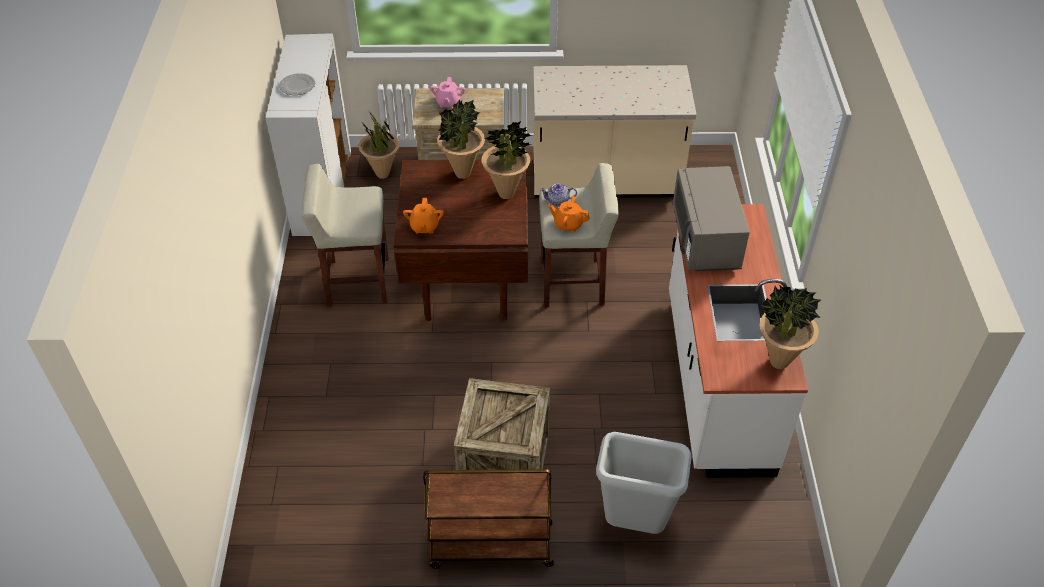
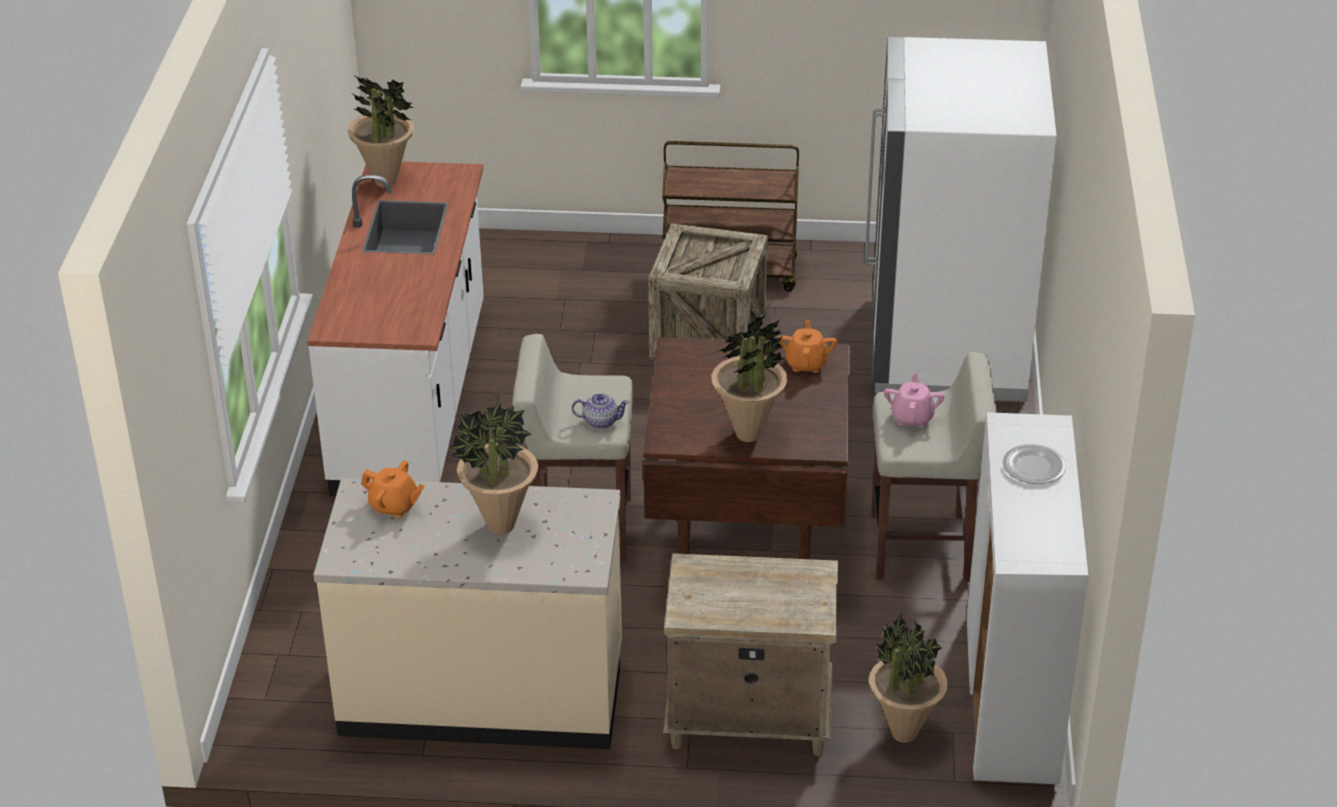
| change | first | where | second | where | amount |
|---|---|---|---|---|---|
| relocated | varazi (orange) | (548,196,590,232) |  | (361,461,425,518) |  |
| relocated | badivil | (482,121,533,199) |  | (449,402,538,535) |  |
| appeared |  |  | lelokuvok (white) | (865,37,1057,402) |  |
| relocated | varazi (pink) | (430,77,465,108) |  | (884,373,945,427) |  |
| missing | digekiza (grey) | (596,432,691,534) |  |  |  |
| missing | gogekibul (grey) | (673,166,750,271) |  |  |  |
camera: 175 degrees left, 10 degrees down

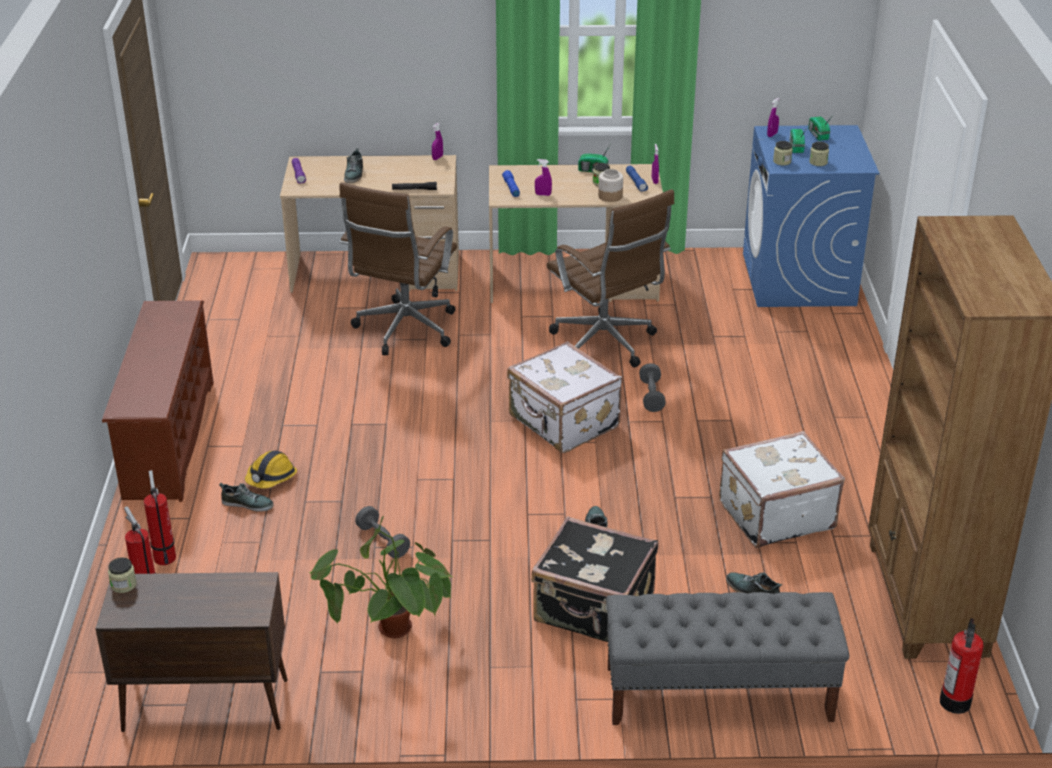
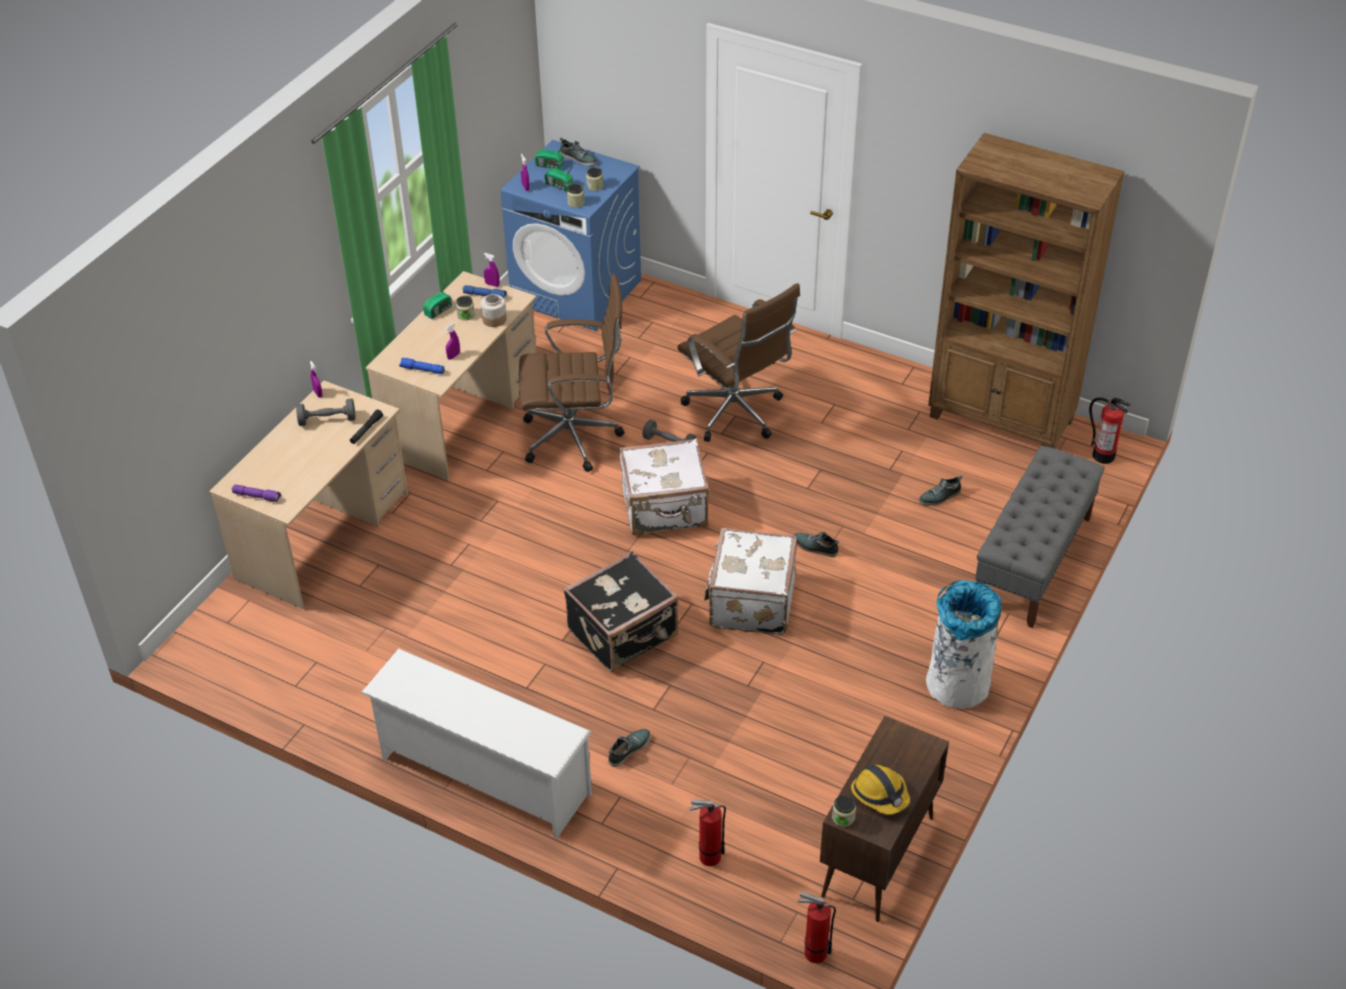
| change | first | where | second | where | amount |
|---|---|---|---|---|---|
| relocated | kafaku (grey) | (355,506,410,559) |  | (296,399,356,426) |  |
| colour | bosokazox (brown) | (102,300,214,502) | bosokazox (white) | (361,649,592,839) |  |
| relocated | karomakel | (344,148,363,183) |  | (560,138,597,166) |  |
| relocated | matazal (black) | (531,516,658,642) |  | (564,551,678,672) |  |
| relocated | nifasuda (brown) | (340,182,457,355) |  | (677,283,800,442) |  |
| relocated | matazal (white) | (719,431,845,548) |  | (704,528,797,635) |  |
| relocated | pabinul | (144,470,176,565) |  | (797,892,836,963) |  |
| relocated | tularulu | (245,450,297,489) |  | (851,765,910,815) |  |
| appeared |  |  | digekiza (white) | (926,580,1001,708) |  |
| missing | badivil | (309,516,454,638) |  |  |  |
camera: 60 degrees left, 10 degrees up

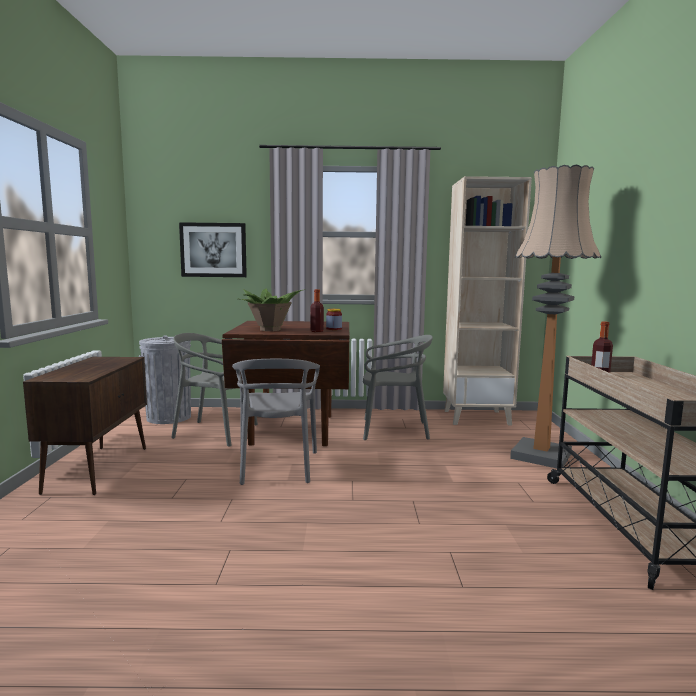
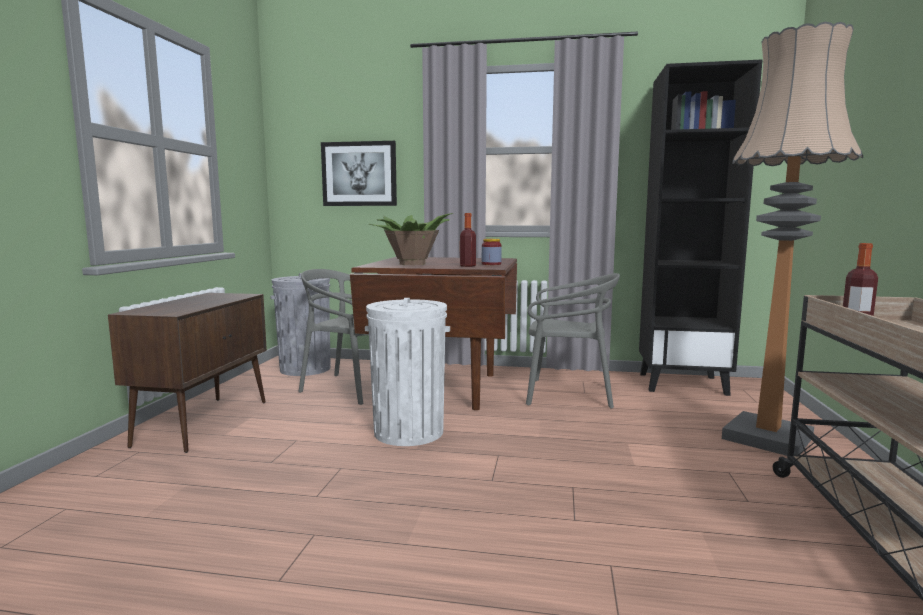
| change | first | where | second | where | amount |
|---|---|---|---|---|---|
| exchanged | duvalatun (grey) | (232,359,320,485) | digekiza (white) | (365,298,450,446) |  |
| colour | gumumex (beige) | (443,176,532,425) | gumumex (black) | (639,60,762,396) |  |
camera: 10 degrees right, 0 degrees up

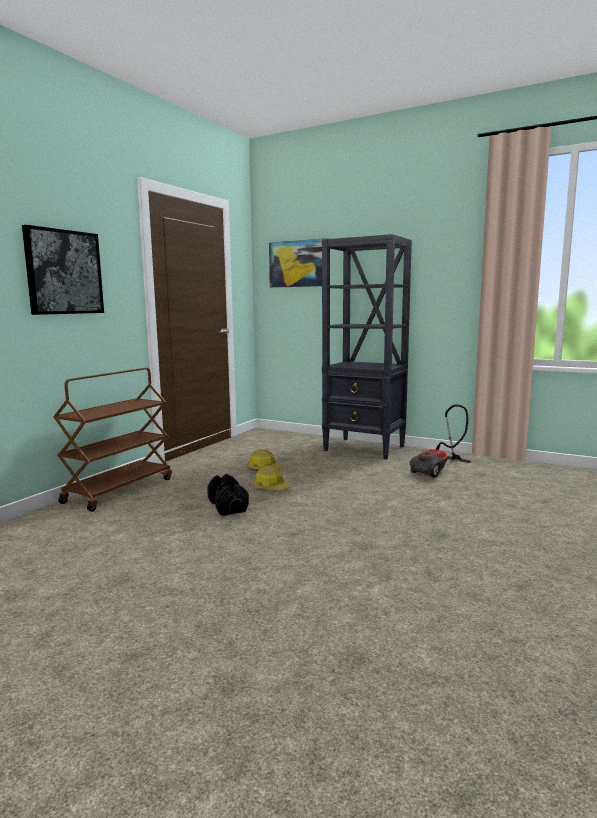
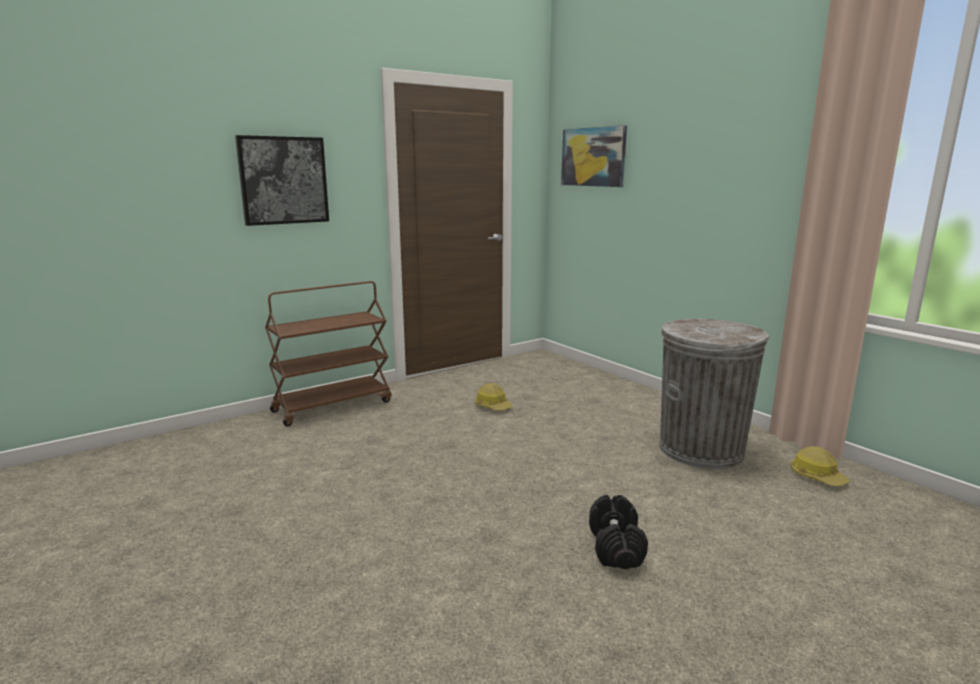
| change | first | where | second | where | amount |
|---|---|---|---|---|---|
| relocated | kafaku (black) | (207,474,249,516) |  | (589,495,648,569) |  |
| exchanged | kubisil | (410,404,471,478) | digekiza (grey) | (659,319,770,469) |  |
| relocated | tularulu | (253,466,292,490) |  | (791,446,850,486) |  |
| missing | gumumex (black) | (322,234,412,459) |  |  |  |
camera: 25 degrees right, 5 degrees up

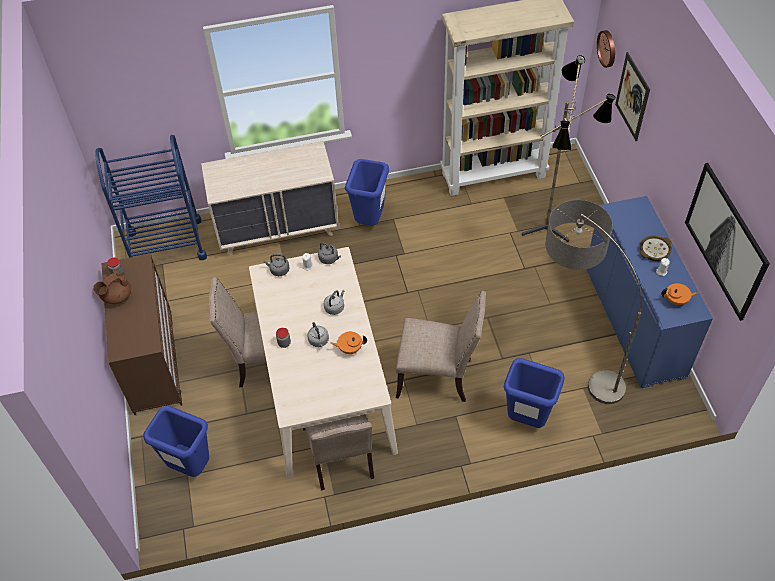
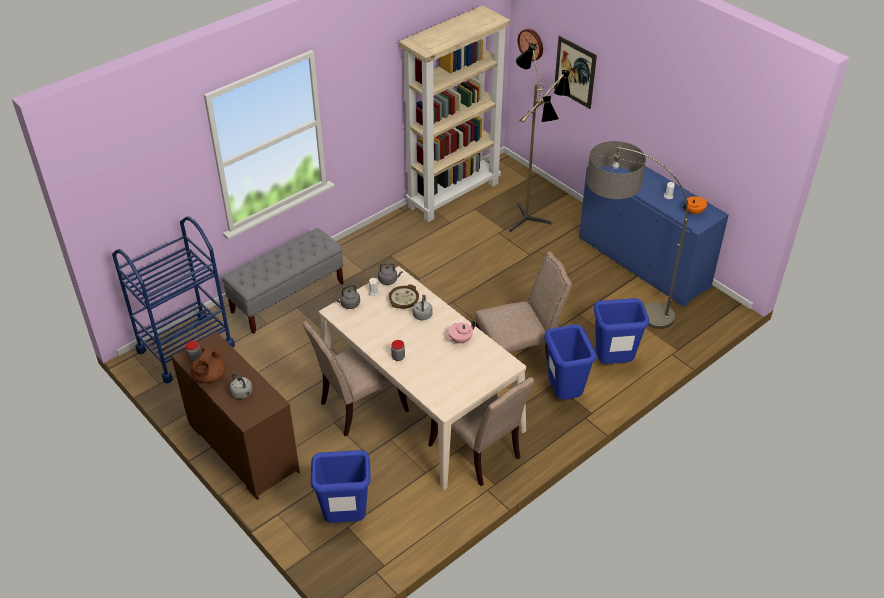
| change | first | where | second | where | amount |
|---|---|---|---|---|---|
| exchanged | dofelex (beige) | (201,141,339,256) | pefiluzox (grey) | (222,228,344,334) |  |
| relocated | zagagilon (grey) | (307,322,329,347) |  | (230,373,252,399) |  |
| relocated | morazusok | (640,235,672,261) |  | (389,284,419,309) |  |
| colour | varazi (orange) | (330,332,367,354) | varazi (pink) | (445,320,475,344) |  |
| relocated | digekiza (blue) | (345,159,389,225) |  | (544,324,597,400) |  |
| missing | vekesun | (685,163,770,321) |  |  |  |
camera: 30 degrees left, 10 degrees down

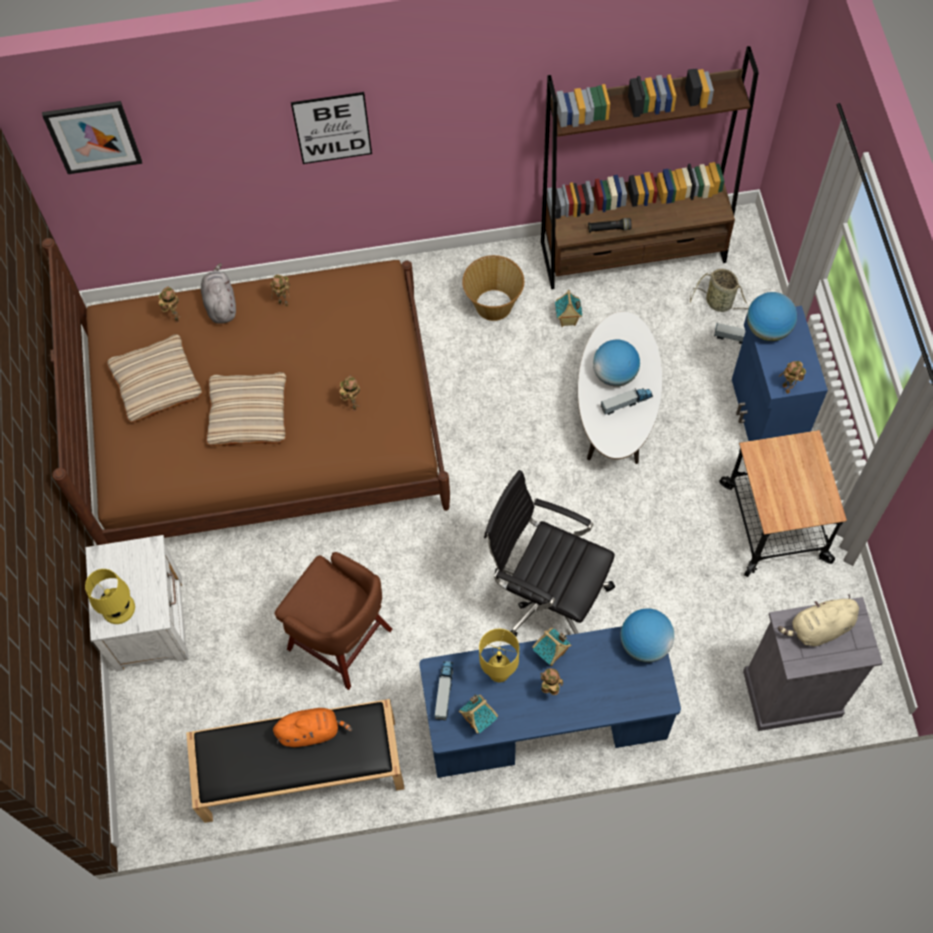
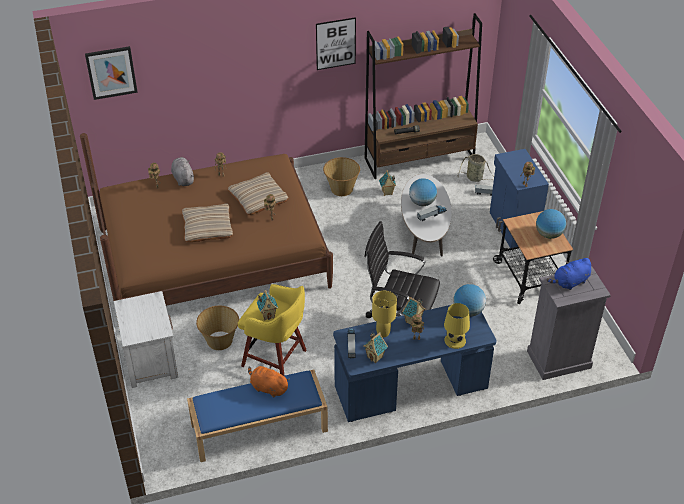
| change | first | where | second | where | amount |
|---|---|---|---|---|---|
| colour | pefiluzox (black) | (186,699,405,823) | pefiluzox (blue) | (187,370,328,462) |  |
| appeared |  |  | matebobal | (196,306,239,350) |  |
| relocated | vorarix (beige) | (107,334,202,422) |  | (228,172,288,215) |  |
| colour | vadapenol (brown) | (274,552,392,690) | vadapenol (yellow) | (238,284,306,376) |  |
| spun | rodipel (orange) | (273,708,352,747) |  | (248,366,290,397) | 135 degrees counterclockwise |
| appeared |  |  | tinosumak | (257,290,278,320) |  |
| relocated | vekesun | (291,92,372,164) |  | (316,17,356,70) |  |
| relocated | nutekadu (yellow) | (85,569,135,624) |  | (444,303,470,349) |  |
| relocated | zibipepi | (747,292,797,341) |  | (536,209,566,239) |  |
| colour | rodipel (beige) | (778,594,859,646) | rodipel (blue) | (546,258,591,290) |  |
camera: 10 degrees left, 20 degrees down

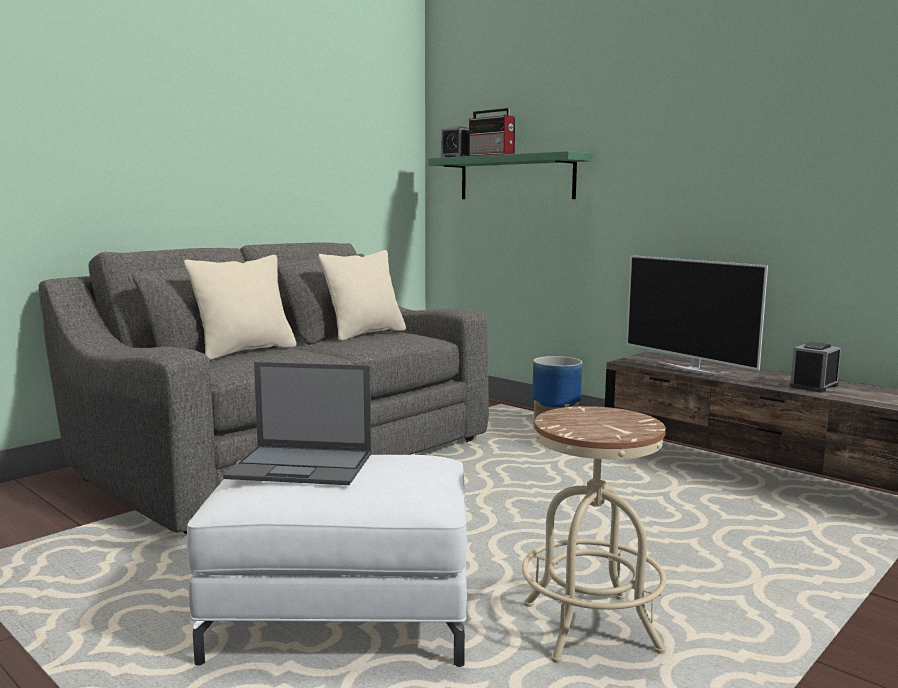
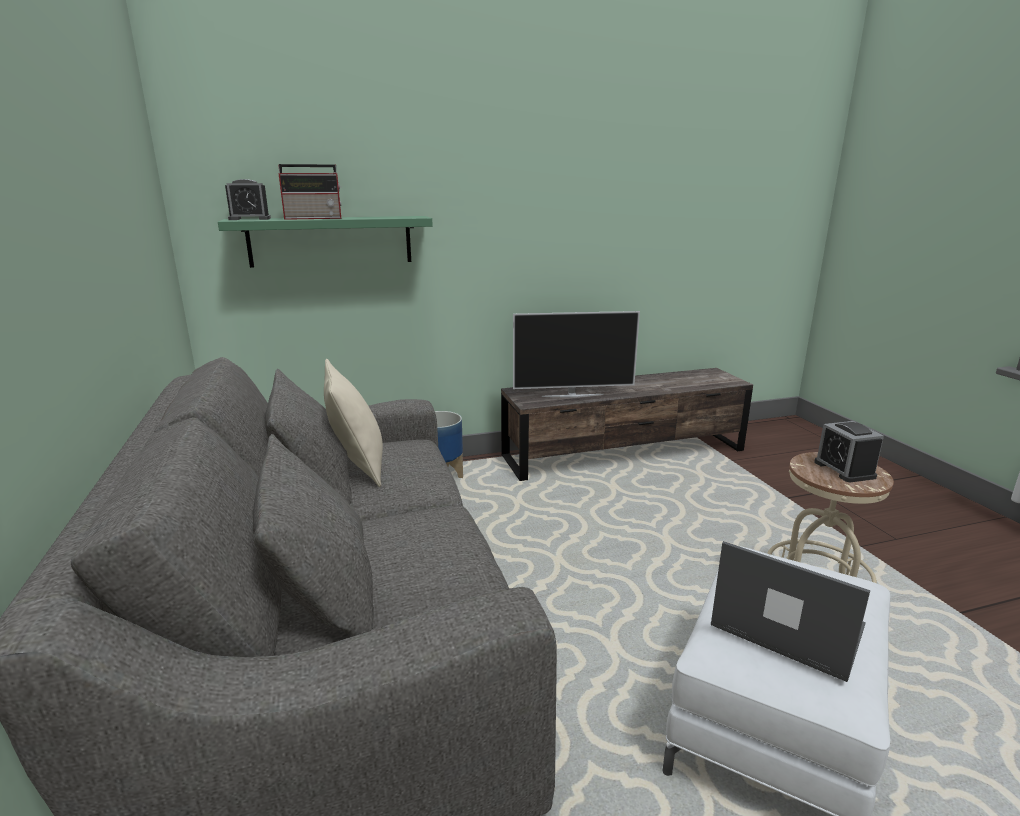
| change | first | where | second | where | amount |
|---|---|---|---|---|---|
| spun | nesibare | (223,362,372,485) |  | (711,541,870,682) | 90 degrees counterclockwise |
| relocated | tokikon | (790,342,841,393) |  | (814,421,884,482) |  |
| missing | vorarix (beige) | (184,255,296,360) |  |  |  |
camera: 60 degrees left, 10 degrees up

